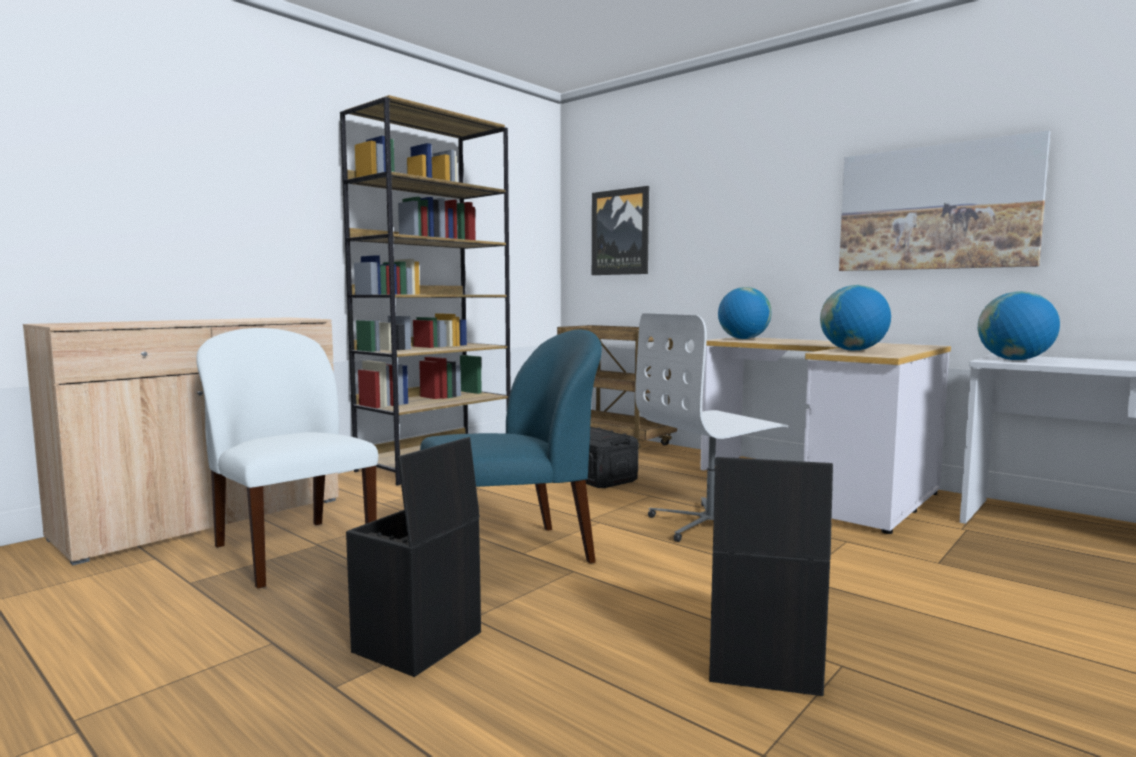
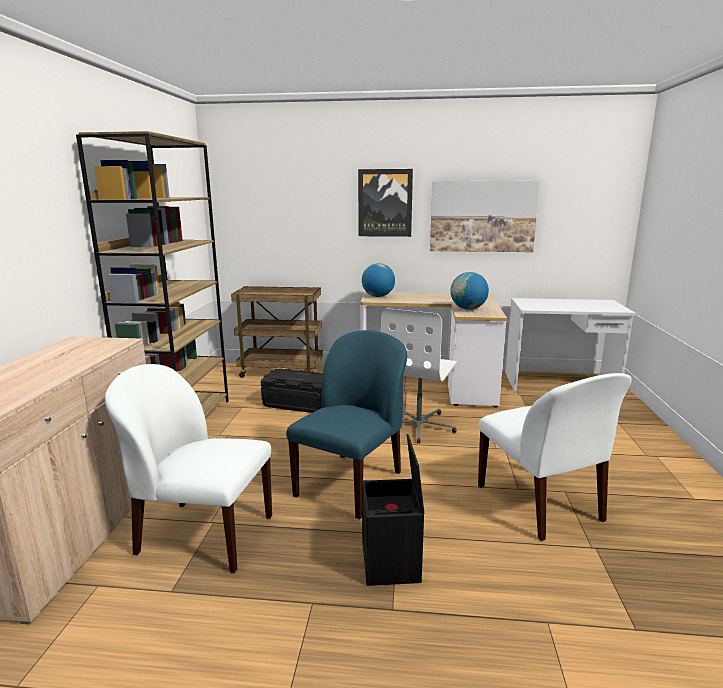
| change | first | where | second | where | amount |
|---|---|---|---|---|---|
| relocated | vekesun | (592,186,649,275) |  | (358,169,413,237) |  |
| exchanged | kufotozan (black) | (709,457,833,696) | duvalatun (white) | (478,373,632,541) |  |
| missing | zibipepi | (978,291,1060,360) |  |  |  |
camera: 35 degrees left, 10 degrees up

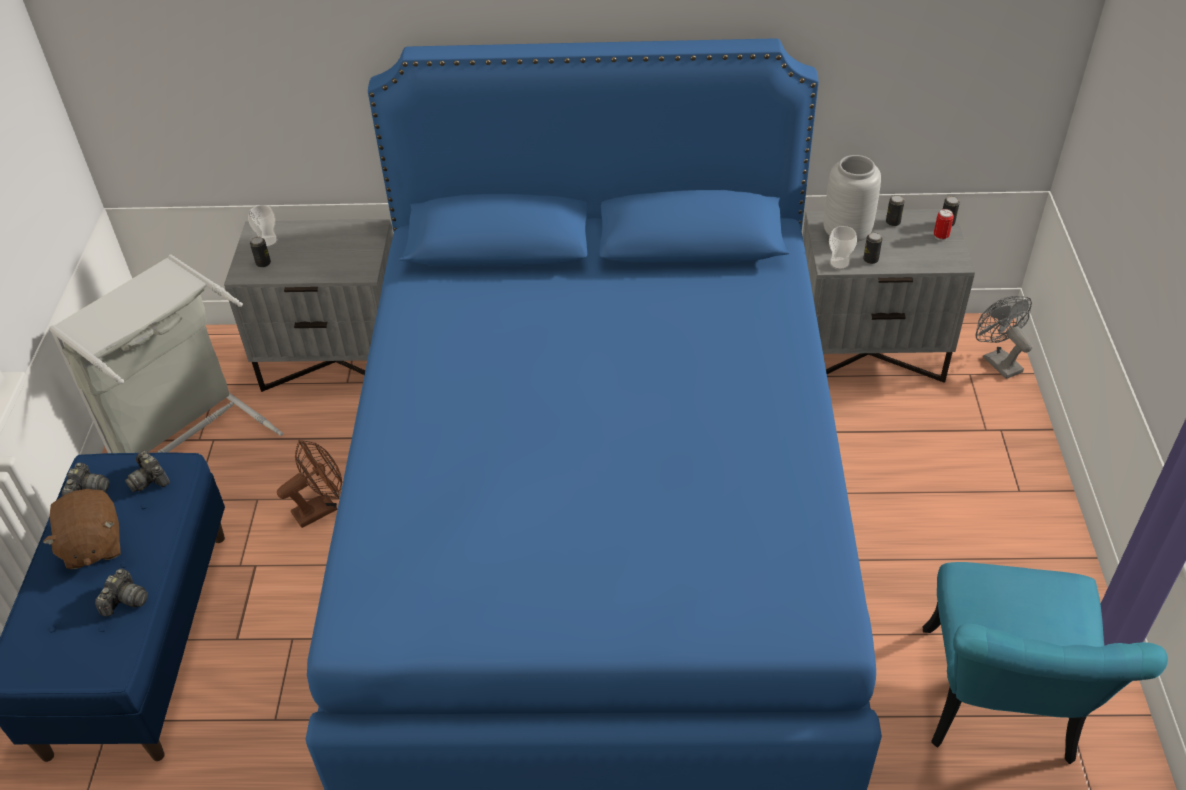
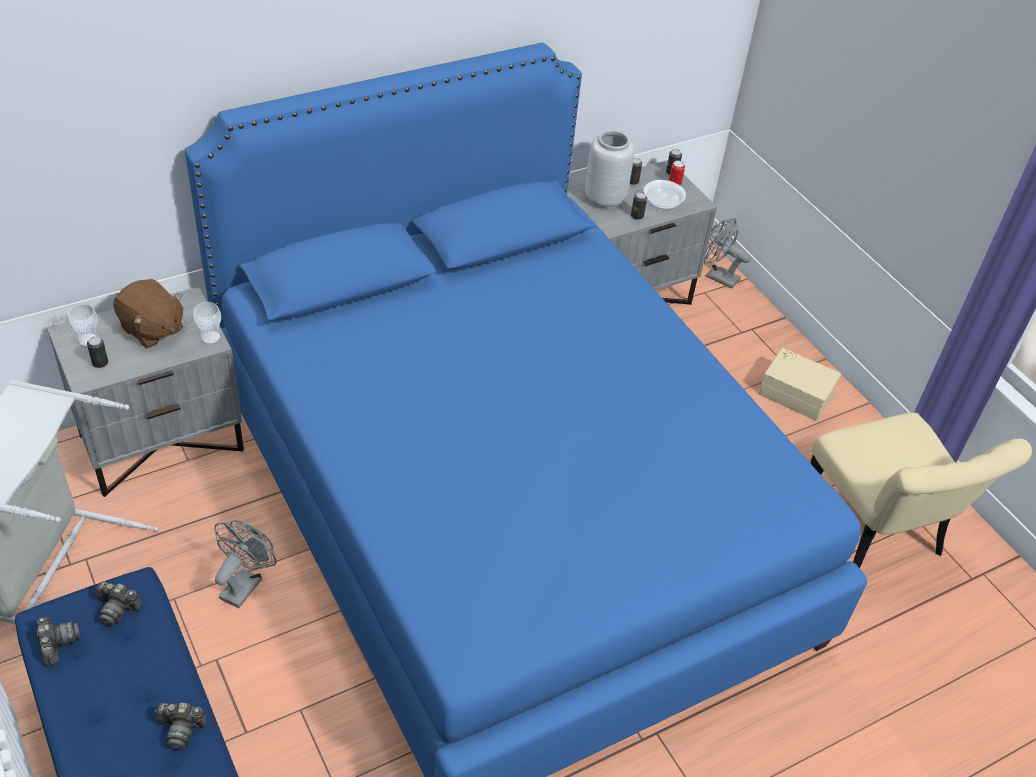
| change | first | where | second | where | amount |
|---|---|---|---|---|---|
| relocated | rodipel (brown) | (43,489,121,569) |  | (113,279,183,348) |  |
| spun | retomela | (95,569,148,617) |  | (155,703,207,750) | 105 degrees clockwise |
| relocated | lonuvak | (829,226,857,270) |  | (193,302,221,345) |  |
| colour | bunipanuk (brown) | (277,440,343,528) | bunipanuk (grey) | (214,520,277,608) |  |
| appeared |  |  | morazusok | (643,180,686,209) |  |
| appeared |  |  | kufotozan (beige) | (758,348,841,421) |  |
| colour | duvalatun (turquoise) | (923,562,1168,764) | duvalatun (beige) | (811,412,1032,568) |  |
camera: 35 degrees left, 0 degrees up

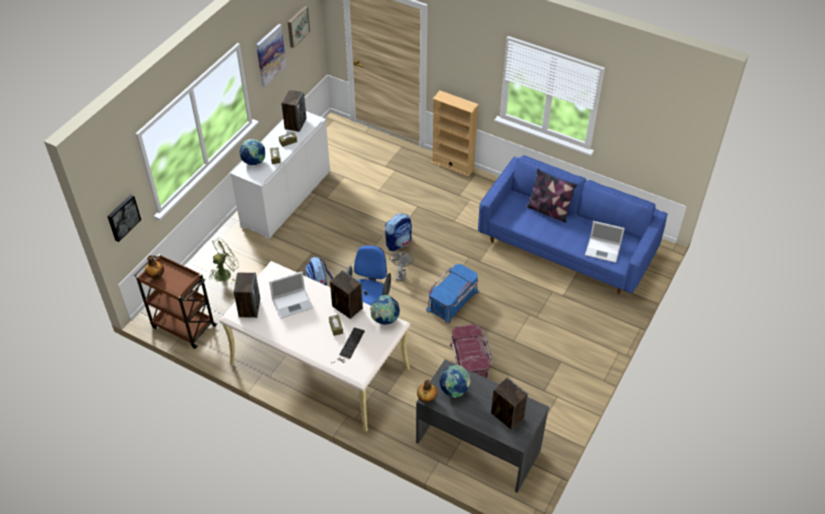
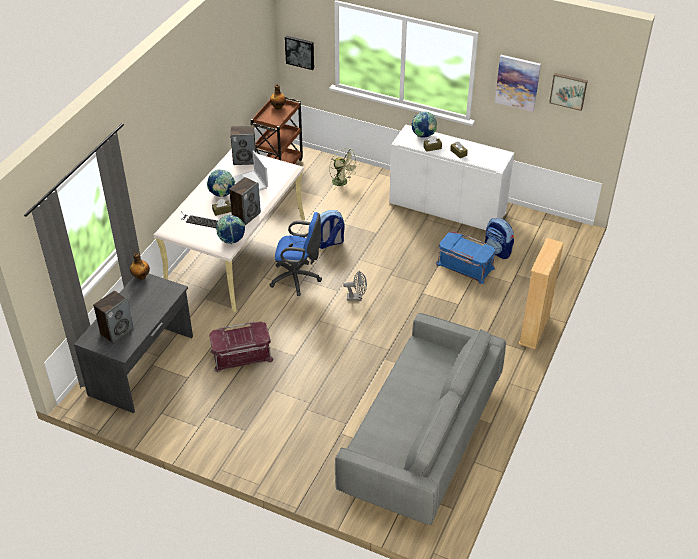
| change | first | where | second | where | amount |
|---|---|---|---|---|---|
| relocated | zibipepi | (439,365,471,398) |  | (207,170,235,197) |  |
| colour | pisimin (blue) | (478,155,668,294) | pisimin (grey) | (335,313,506,525) |  |
| relocated | kufotozan (blue) | (426,264,479,324) |  | (436,231,496,284) |  |
| relocated | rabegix | (385,213,412,251) |  | (485,218,514,259) |  |
| missing | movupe | (281,90,307,132) |  |  |  |
| missing | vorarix | (526,169,577,223) |  |  |  |
| missing | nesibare | (585,221,625,263) |  |  |  |
camera: 85 degrees right, 5 degrees down

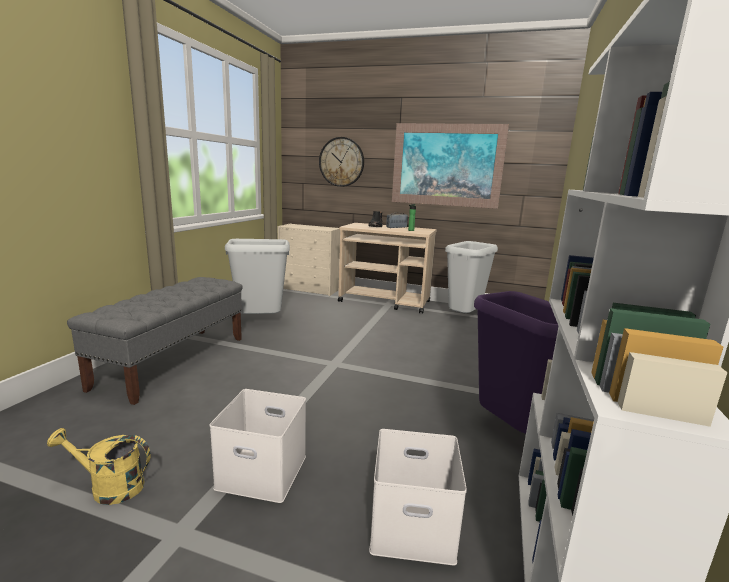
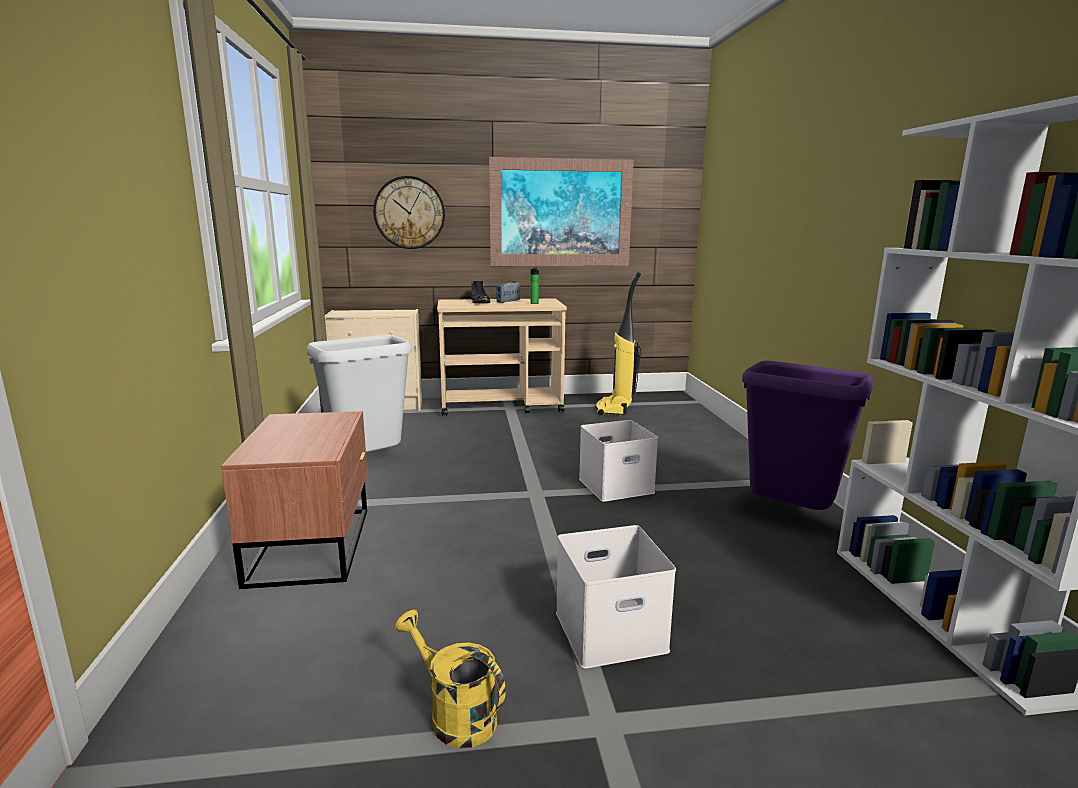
| change | first | where | second | where | amount |
|---|---|---|---|---|---|
| exchanged | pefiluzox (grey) | (67,277,243,405) | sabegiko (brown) | (221,411,368,589) |  |
| spun | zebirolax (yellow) | (47,428,151,505) |  | (395,610,506,748) | 60 degrees clockwise |
| relocated | kufotozan (white) | (369,429,467,565) |  | (579,420,658,502) |  |
| exchanged | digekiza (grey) | (445,241,498,313) | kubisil | (596,272,641,416) |  |
camera: 25 degrees left, 0 degrees up

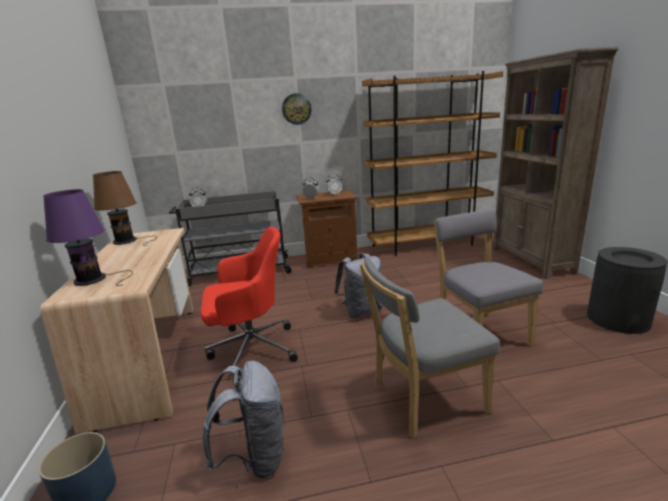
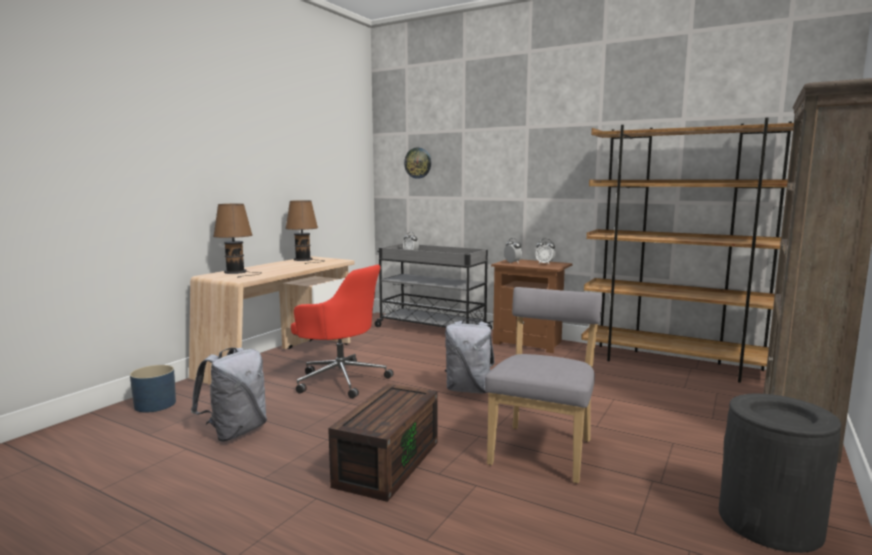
| change | first | where | second | where | amount |
|---|---|---|---|---|---|
| colour | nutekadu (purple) | (43,189,133,286) | nutekadu (brown) | (213,204,261,278) |  |
| exchanged | duvalatun (grey) | (360,257,500,438) | kufotozan (brown) | (328,384,437,502) |  |
| relocated | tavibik | (282,93,311,125) |  | (404,148,431,179) |  |
camera: 40 degrees right, 10 degrees down

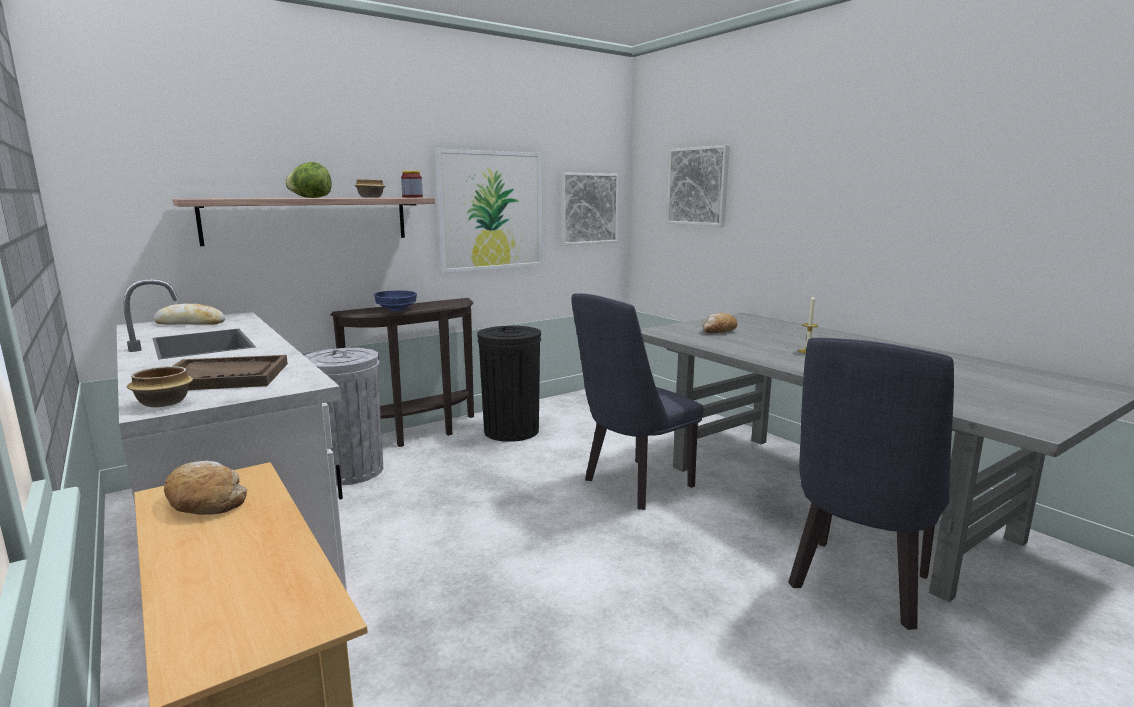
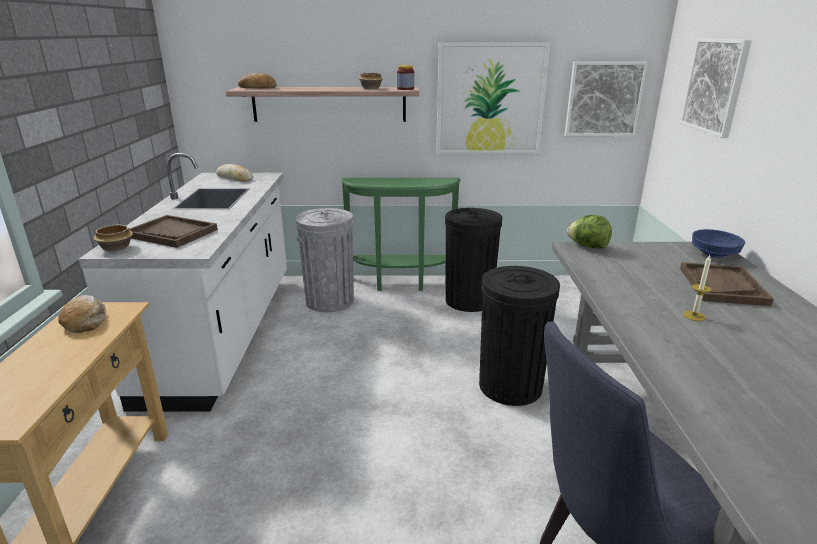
| change | first | where | second | where | amount |
|---|---|---|---|---|---|
| relocated | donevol | (703,313,738,333) |  | (238,73,276,88) |  |
| colour | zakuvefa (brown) | (330,298,474,447) | zakuvefa (green) | (341,178,461,291) |  |
| exchanged | duvalatun (blue) | (571,293,704,510) | digekiza (black) | (479,266,560,406) |  |
| relocated | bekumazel | (285,162,331,198) |  | (567,215,612,249) |  |
| appeared |  |  | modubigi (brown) | (680,262,774,306) |  |
| relocated | morazusok (blue) | (374,290,417,311) |  | (692,229,745,258) |  |
camera: 35 degrees right, 10 degrees up

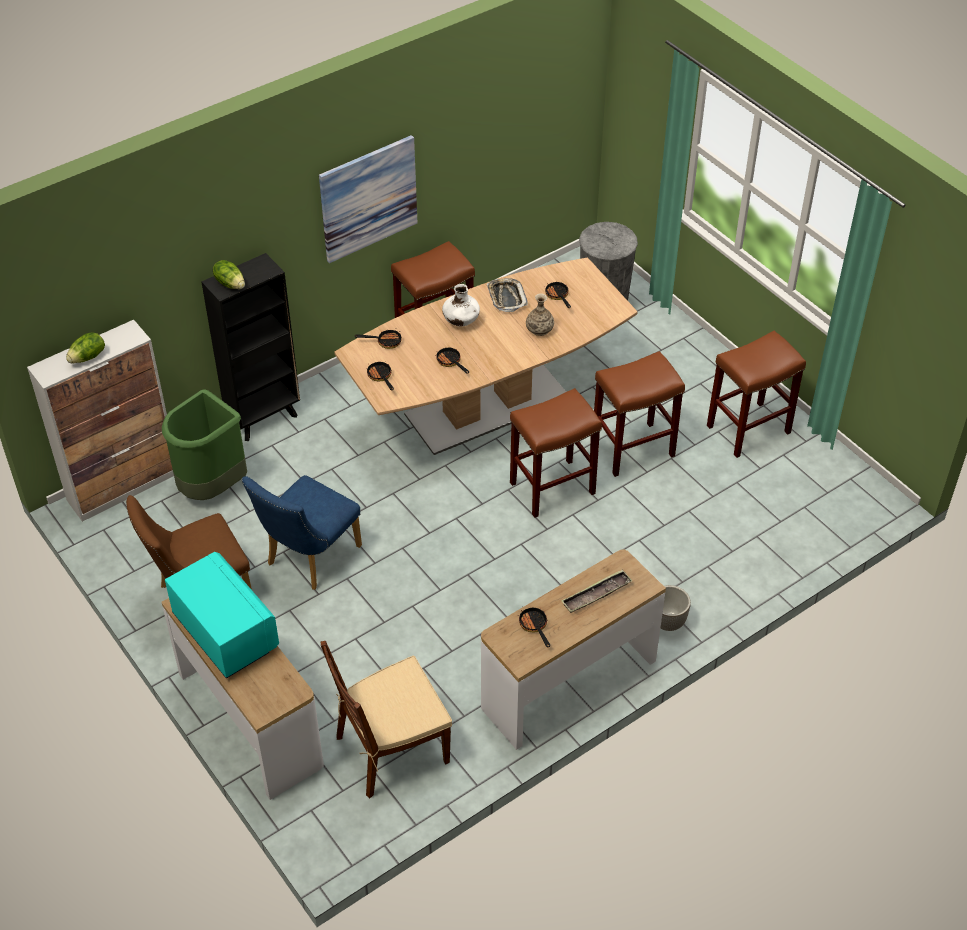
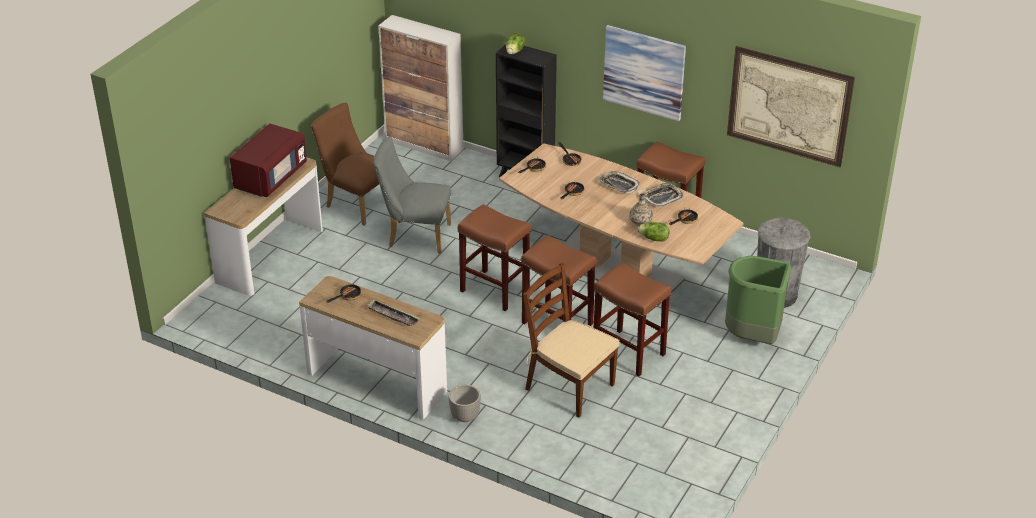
| change | first | where | second | where | amount |
|---|---|---|---|---|---|
| colour | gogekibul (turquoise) | (165,552,279,679) | gogekibul (red) | (230,124,307,197) |  |
| colour | duvalatun (blue) | (242,475,362,590) | duvalatun (grey) | (374,136,451,254) |  |
| relocated | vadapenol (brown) | (707,331,806,458) |  | (458,204,531,311) |  |
| relocated | duvalatun (brown) | (321,641,452,798) |  | (523,263,620,417) |  |
| exchanged | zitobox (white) | (442,284,480,327) | modubigi | (599,171,640,193) |  |
| relocated | bekumazel | (66,332,105,363) |  | (638,222,670,241) |  |
| relocated | digekiza (green) | (162,389,247,500) |  | (725,256,792,344) |  |
| appeared |  |  | vekesun | (727,46,855,168) |  |
camera: 65 degrees right, 10 degrees down

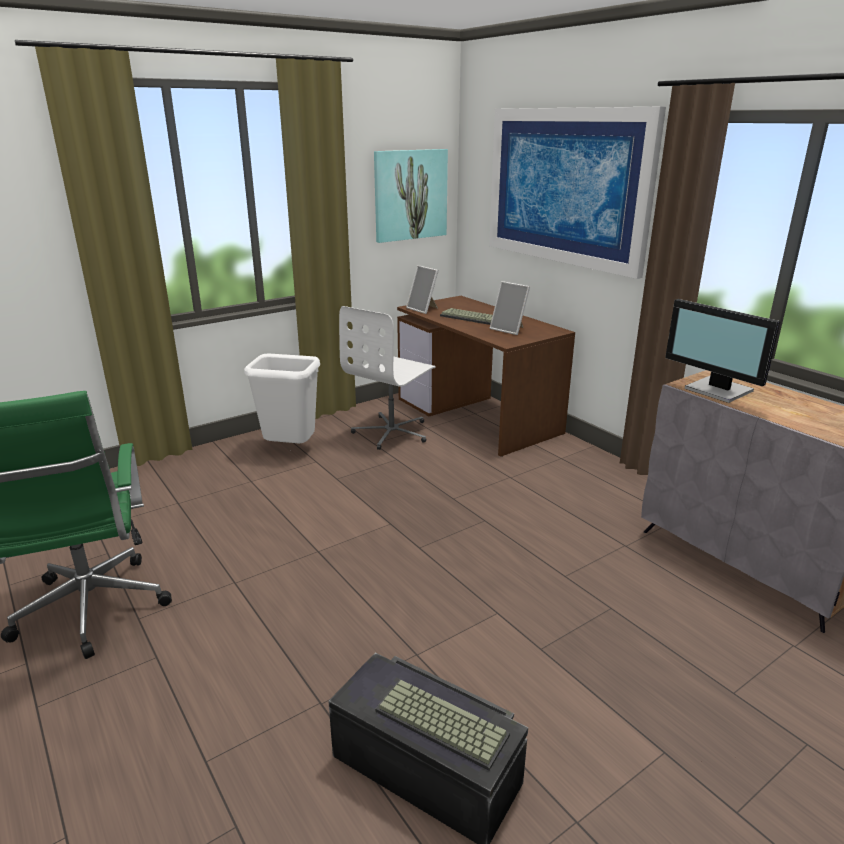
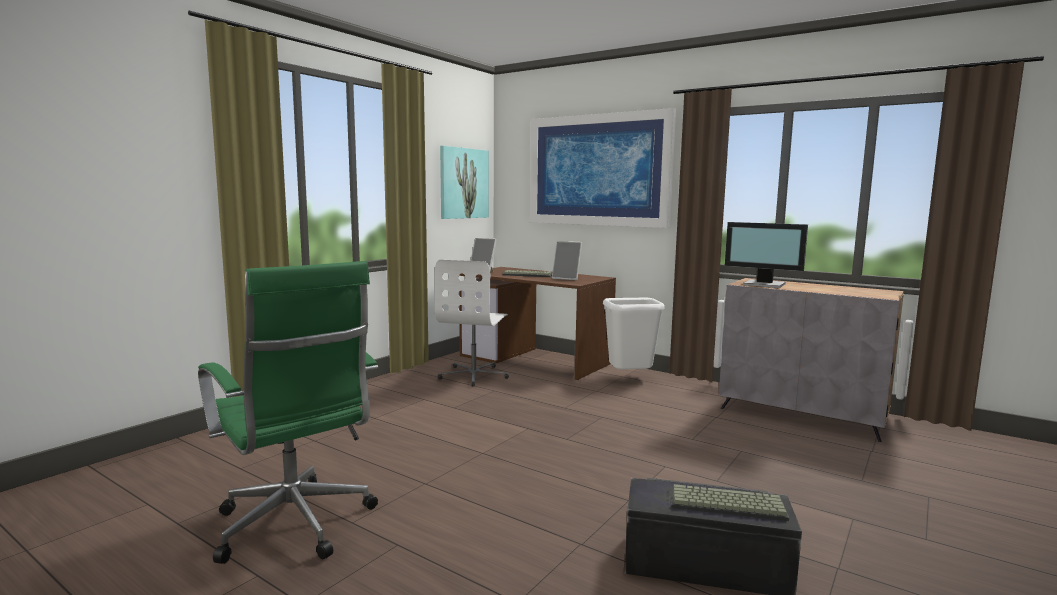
| change | first | where | second | where | amount |
|---|---|---|---|---|---|
| relocated | digekiza (white) | (244,354,320,443) |  | (603,298,665,370) |  |
camera: 20 degrees left, 15 degrees down

